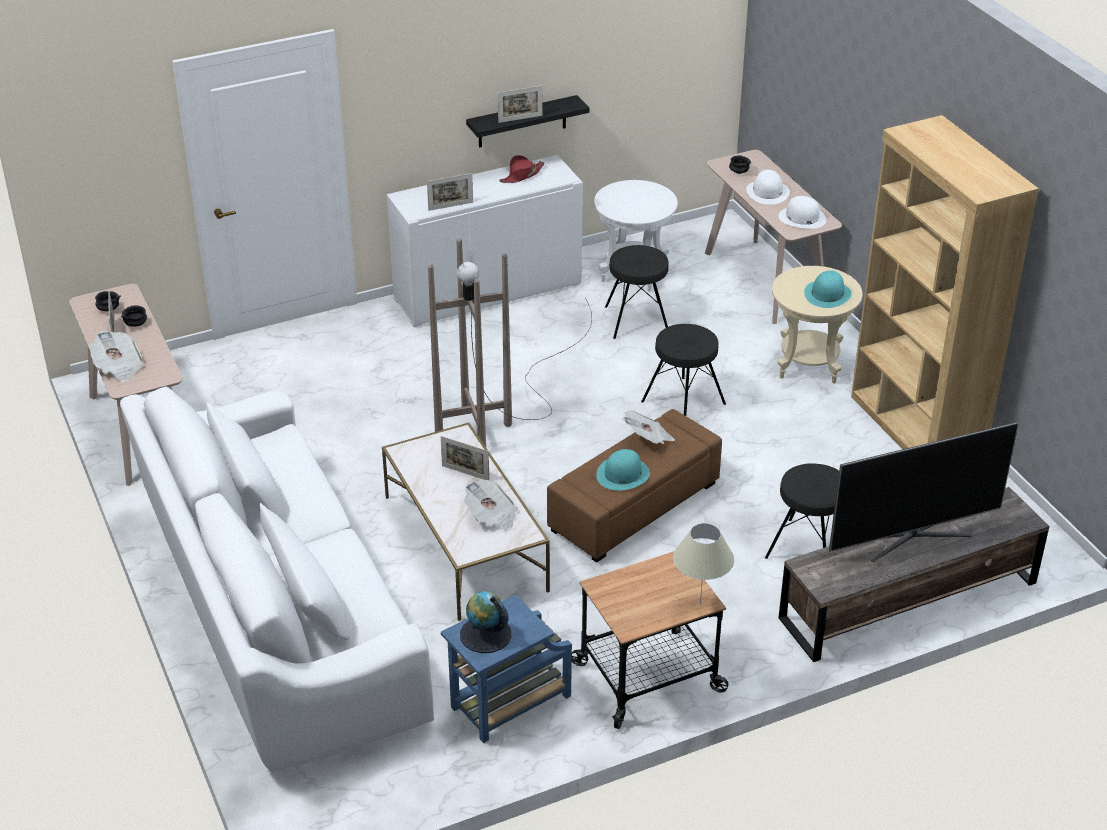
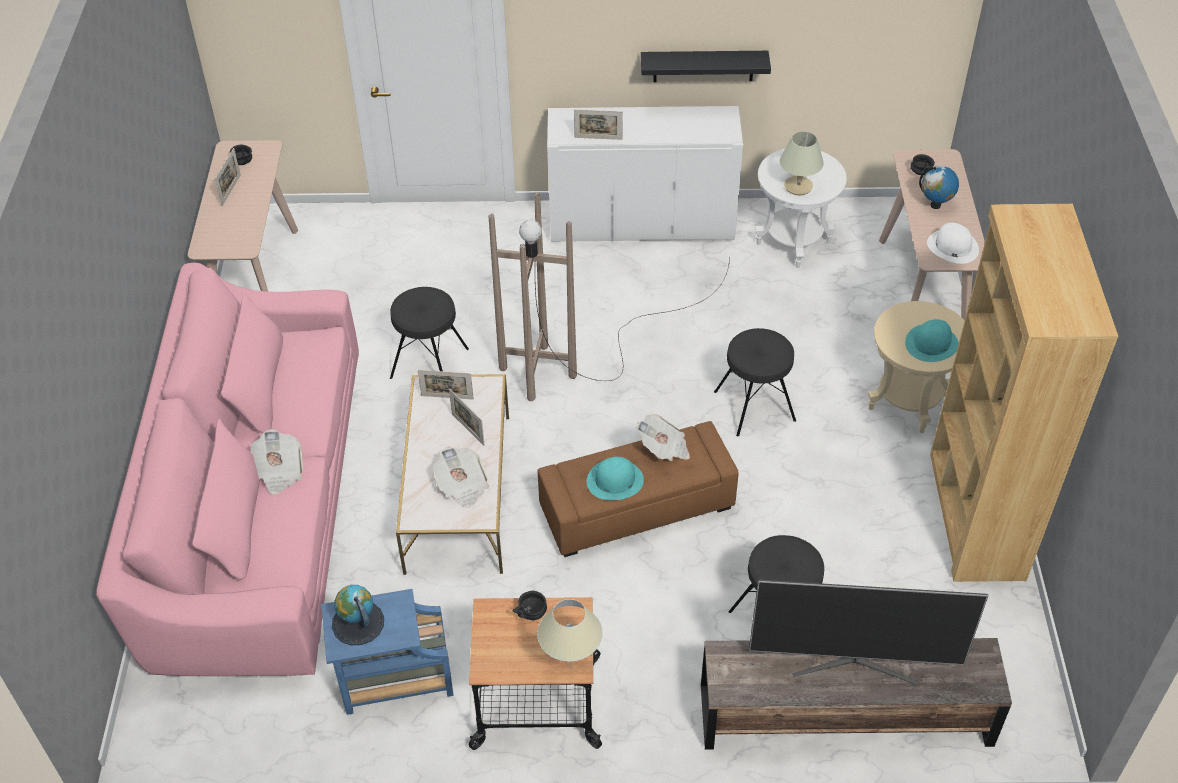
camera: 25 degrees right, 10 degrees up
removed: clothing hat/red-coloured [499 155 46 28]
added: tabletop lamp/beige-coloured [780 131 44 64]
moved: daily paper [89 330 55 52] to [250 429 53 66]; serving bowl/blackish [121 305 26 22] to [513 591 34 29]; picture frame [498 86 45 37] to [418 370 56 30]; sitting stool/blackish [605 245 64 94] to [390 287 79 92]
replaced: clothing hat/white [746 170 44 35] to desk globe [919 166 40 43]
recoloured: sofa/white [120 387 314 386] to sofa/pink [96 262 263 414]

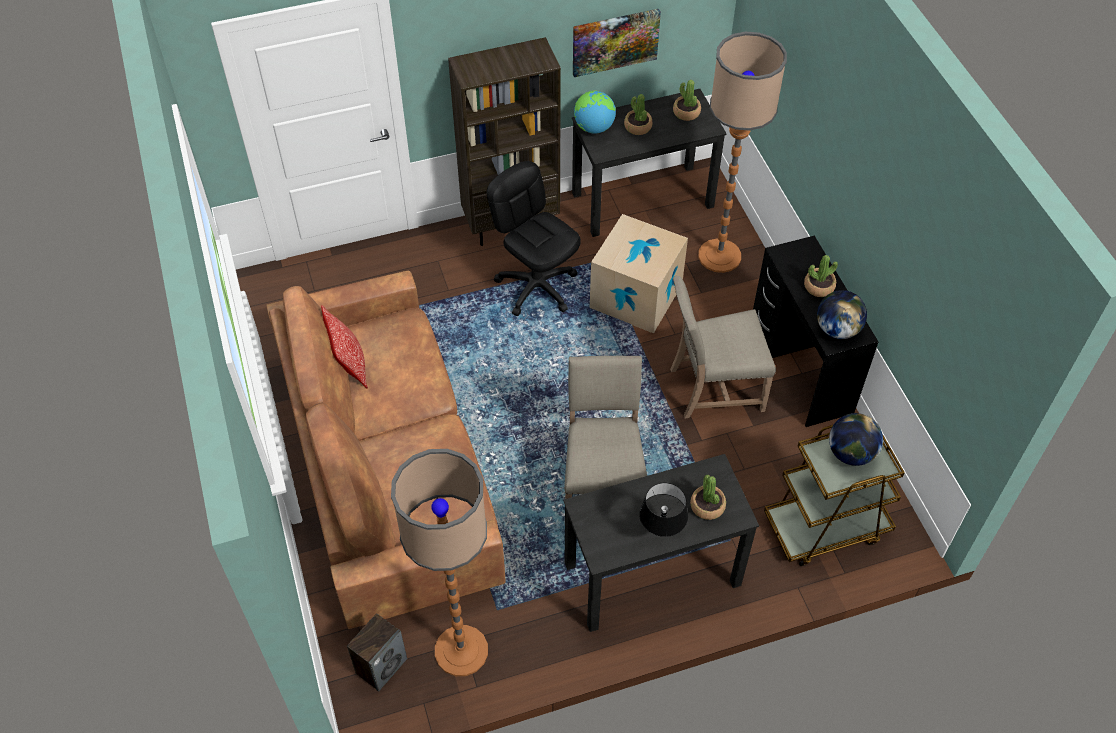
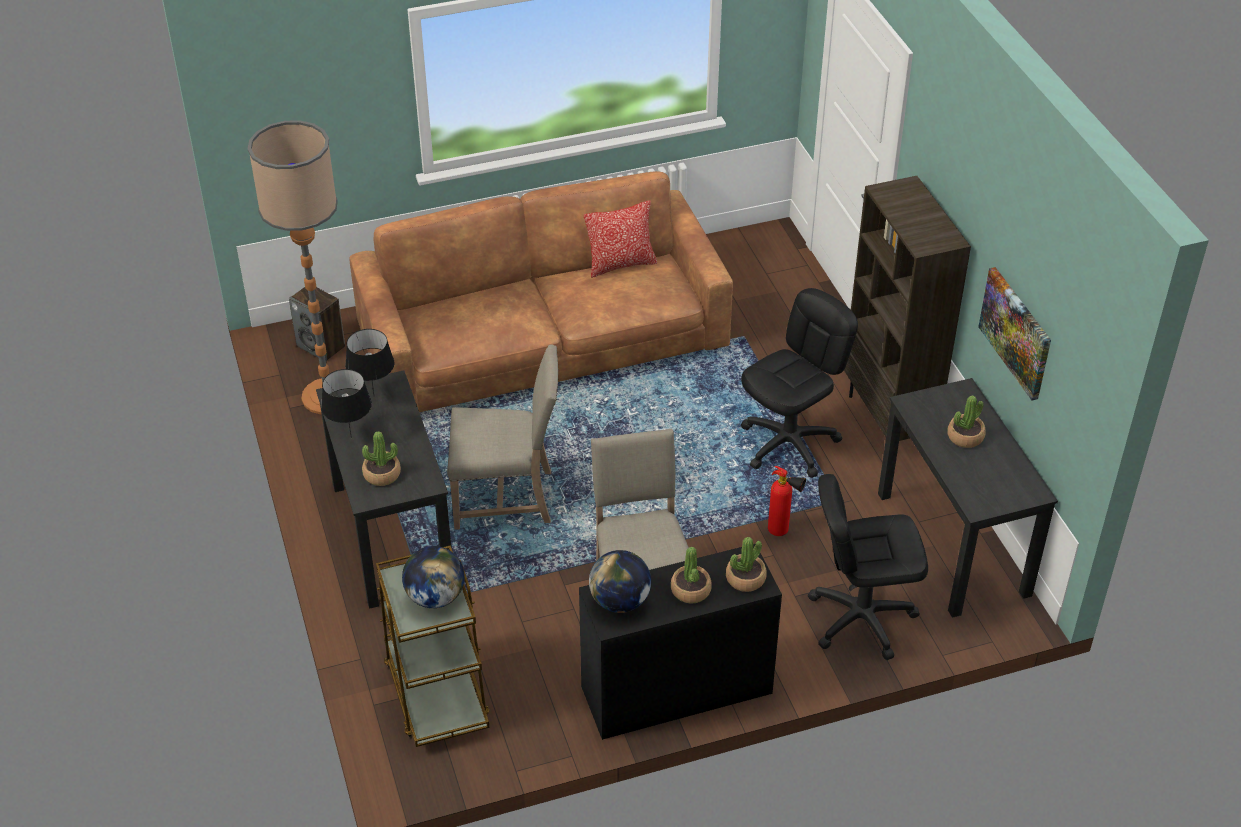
camera: 90 degrees right, 10 degrees down
removed: desk globe [574 91 42 43]
added: tabletop lamp/blackish [345 329 49 65]
moved: plant in a pot [673 80 28 41] to [726 537 41 55]
replaced: packing box [590 214 98 119] to fire extinguisher [768 466 38 70]; standing lamp [698 32 89 241] to computer chair/blackish [808 474 120 186]

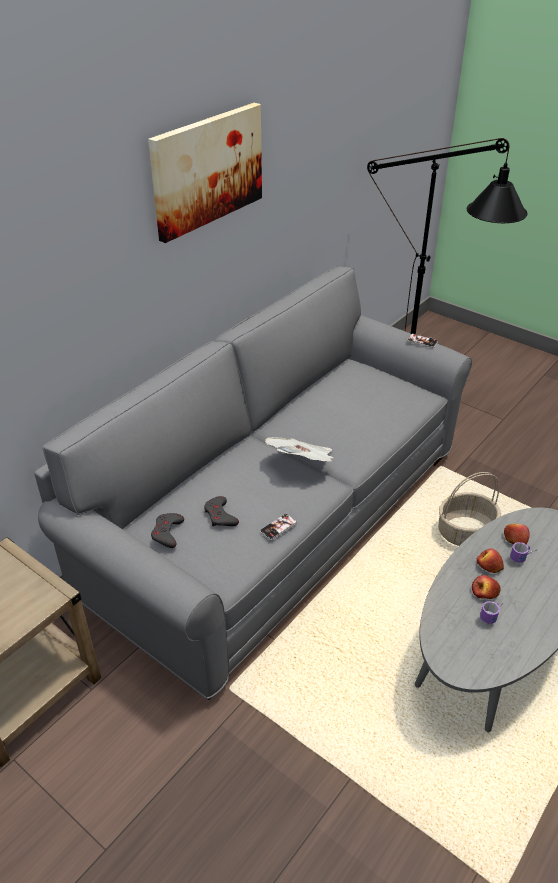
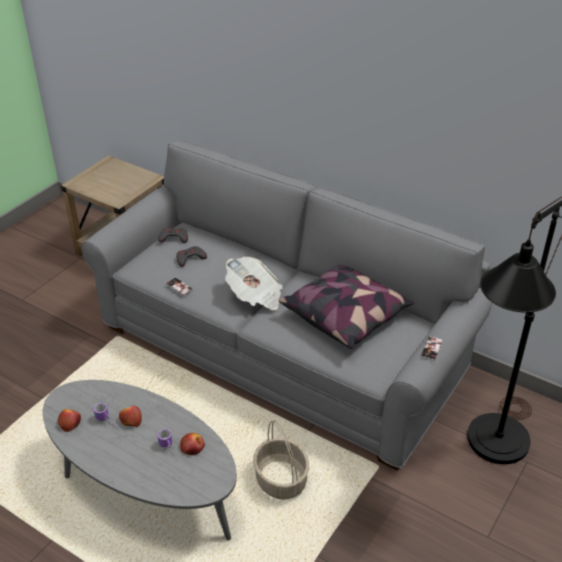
camera: 85 degrees right, 0 degrees up
removed: picture [148 103 114 140]
added: cushion [279 265 135 84]
moved: whole apple [477 548 27 25] to [58 409 23 23]

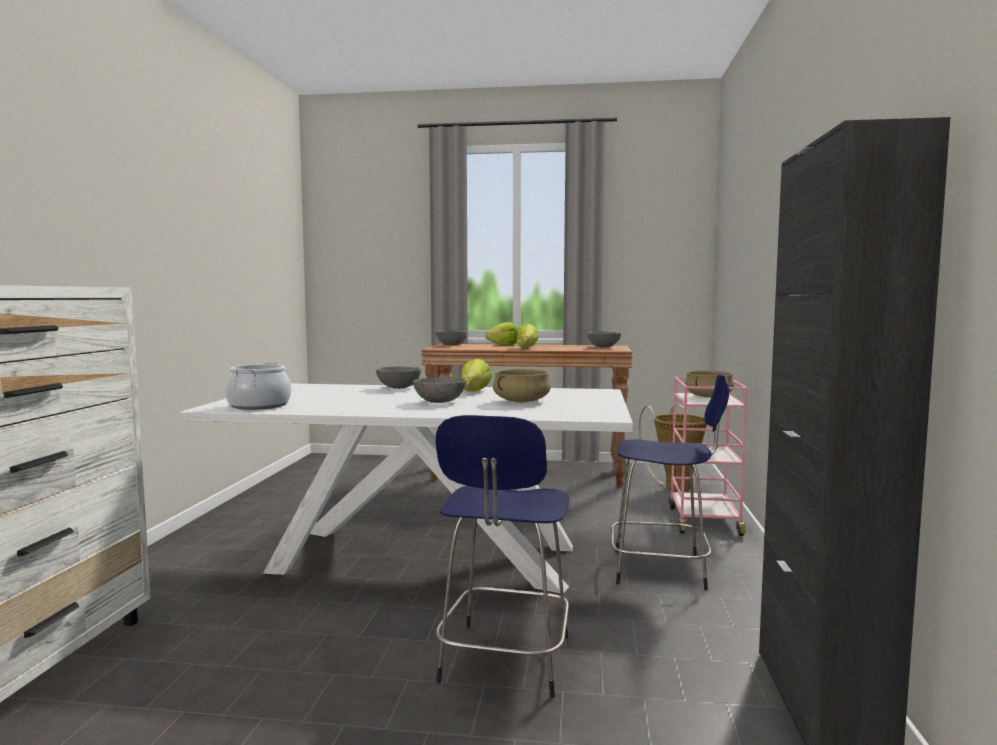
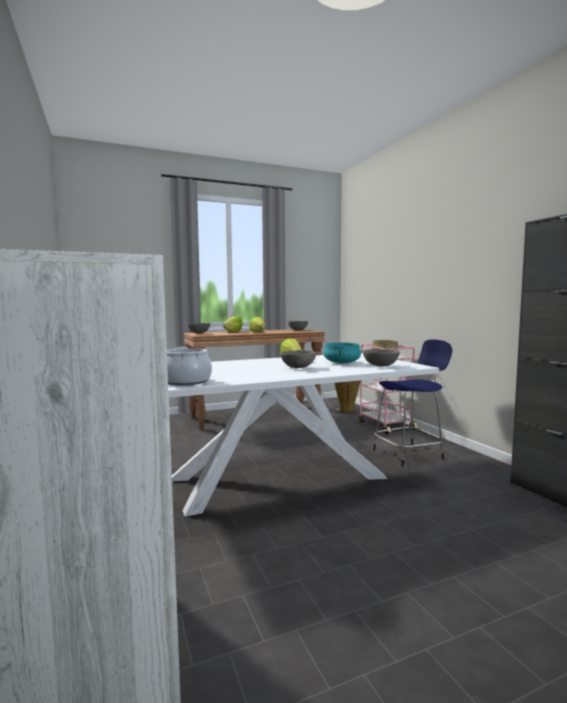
camera: 30 degrees left, 0 degrees up
removed: sitting stool/blue-coloured [436 415 134 283]
moved: serving bowl/greyish [376 366 45 23] to [363 349 37 18]
recoloured: cooking pot/beige-coloured [493 369 57 33] to cooking pot/blue-green [323 342 38 21]

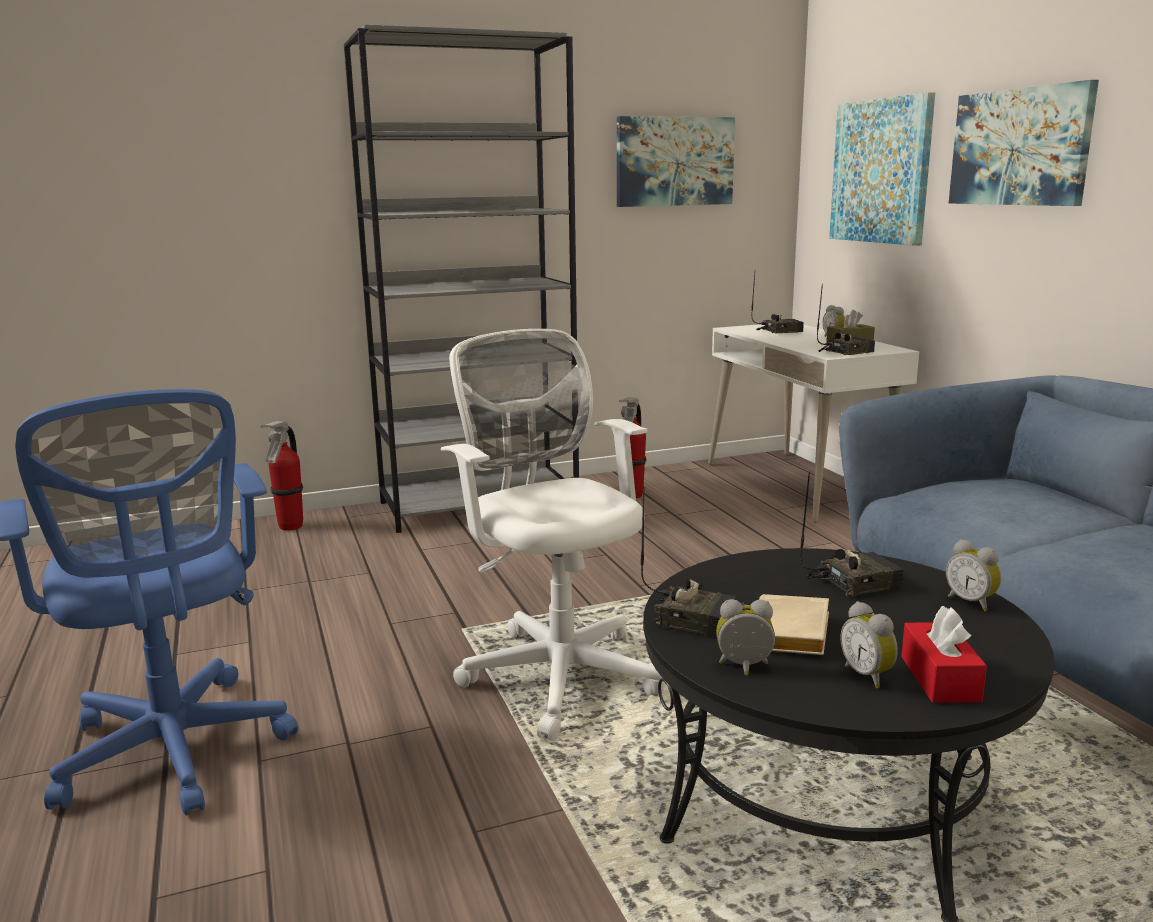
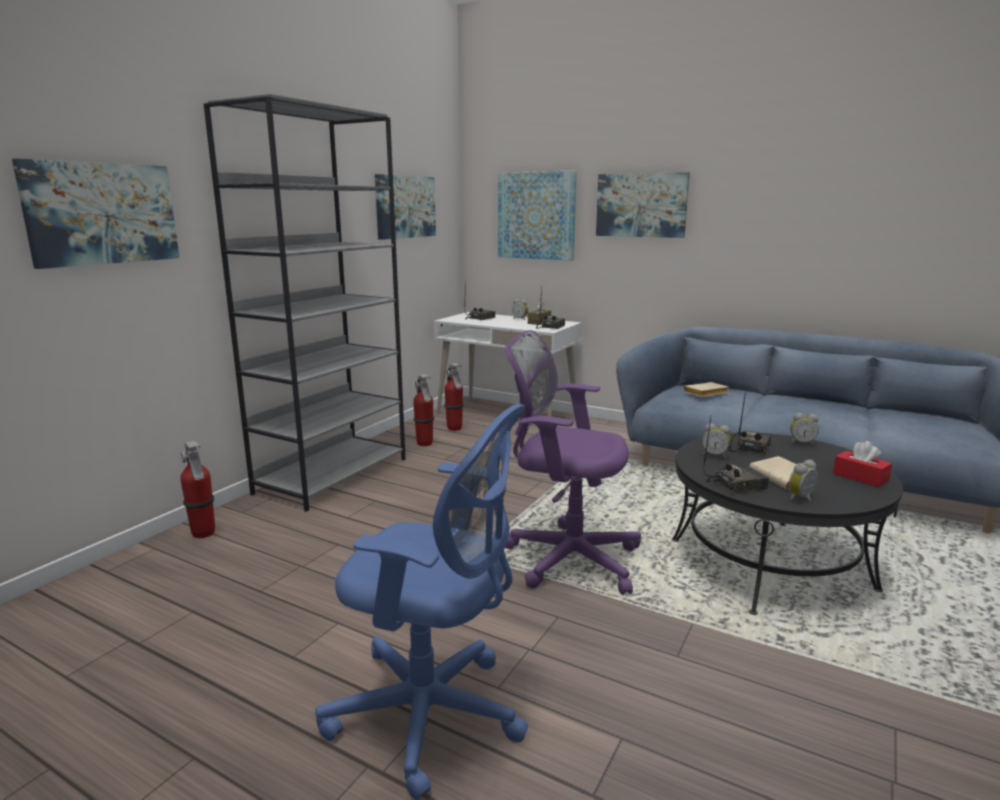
camera: 40 degrees left, 0 degrees up
added: picture [12 159 167 110]; fire extinguisher [444 363 20 68]; bound book/beige-coloured [684 382 45 15]
moved: bedside clock [841 601 57 87] to [702 423 29 36]
recoloured: computer chair/white [441 329 223 412] to computer chair/purple [505 330 136 265]

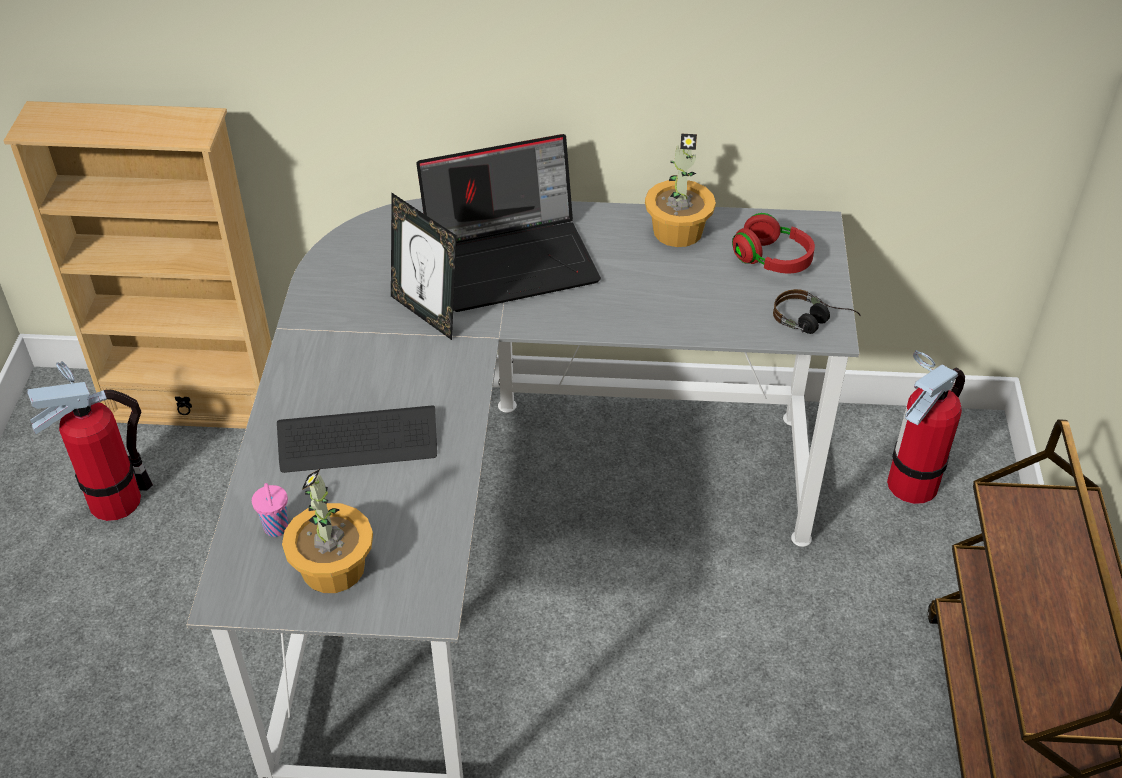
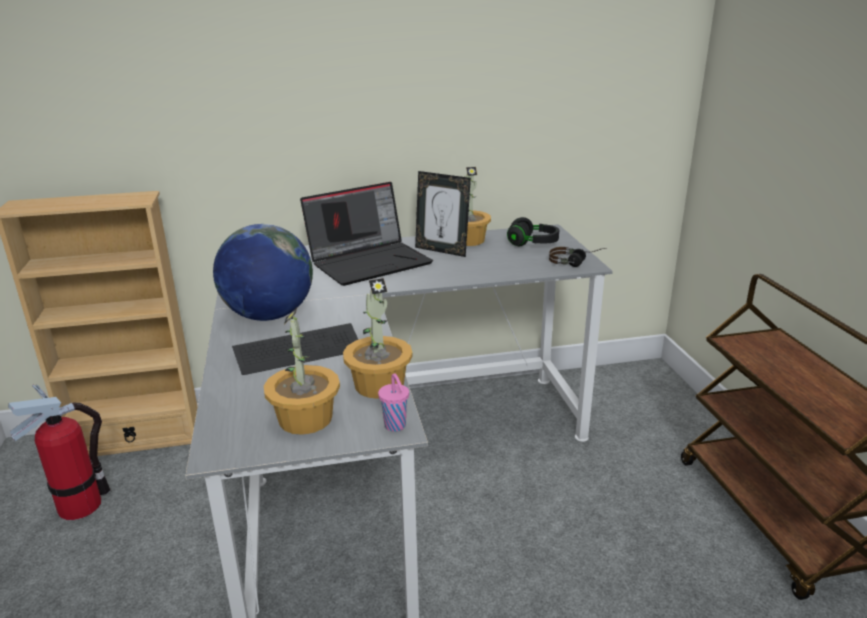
camera: 15 degrees left, 20 degrees down
removed: fire extinguisher [887 350 78 154]
added: desk globe [213 224 100 97]; plant in a pot [343 278 70 121]
moved: small cup/pink [252 483 36 54] to [378 373 31 59]; picture frame [391 193 66 147] to [415 171 56 86]
recoloured: headset/red-coloured [732 213 83 60] to headset/blackish [507 217 52 29]

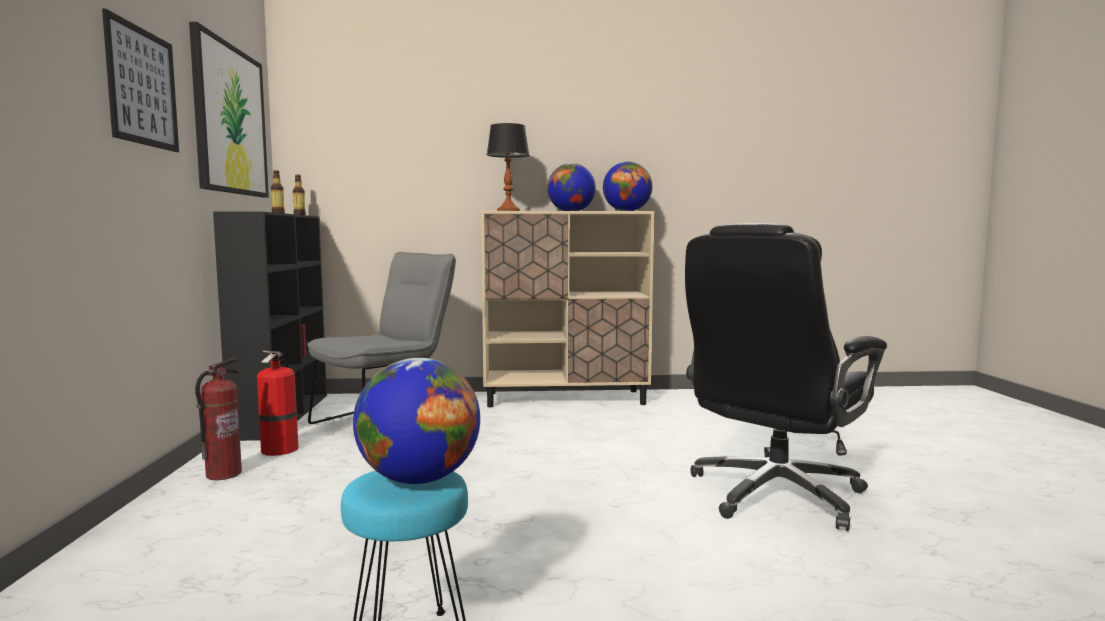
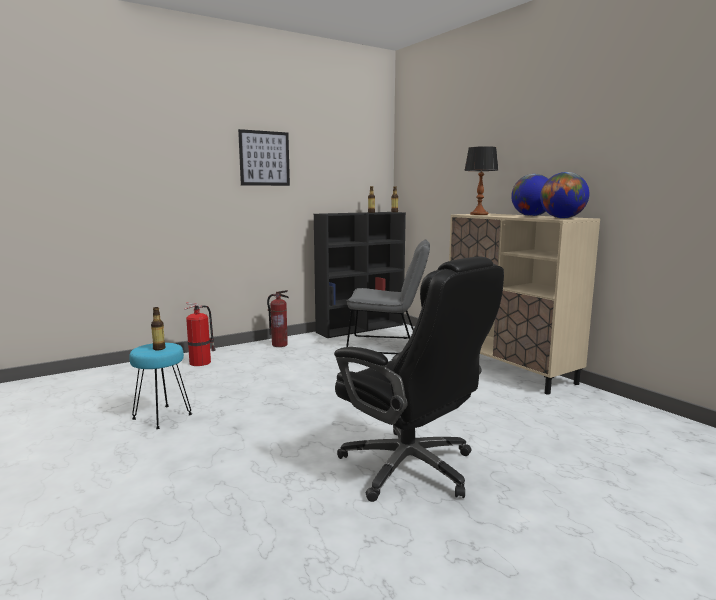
camera: 60 degrees right, 5 degrees up
removed: picture [189 22 80 175]
moved: fire extinguisher [257 351 41 105] to [184 303 32 63]
replaced: desk globe [353 358 127 126] to bottle [151 307 15 43]
turned: computer chair/blackish [685 223 202 308] = [334 257 170 245] 150 degrees counterclockwise

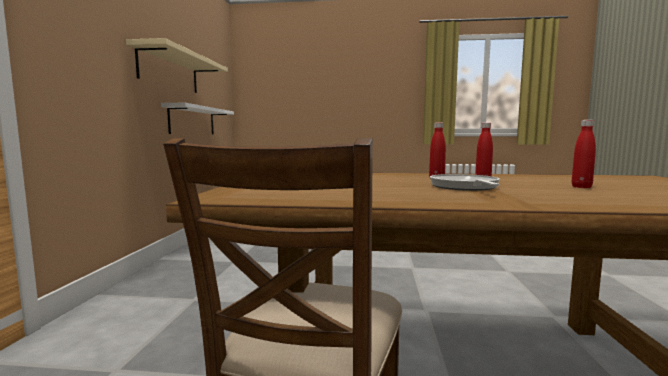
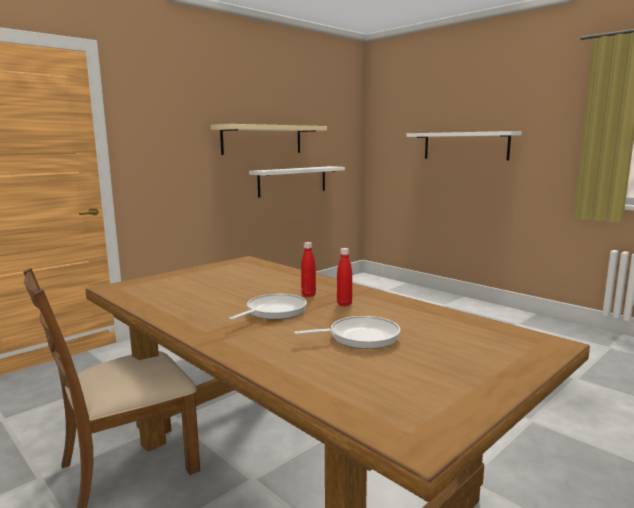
camera: 40 degrees right, 5 degrees up
added: shelf/white [406 131 116 30]
replaced: bottle/red-coloured [572 120 24 68] to frying pan [294 316 106 33]

